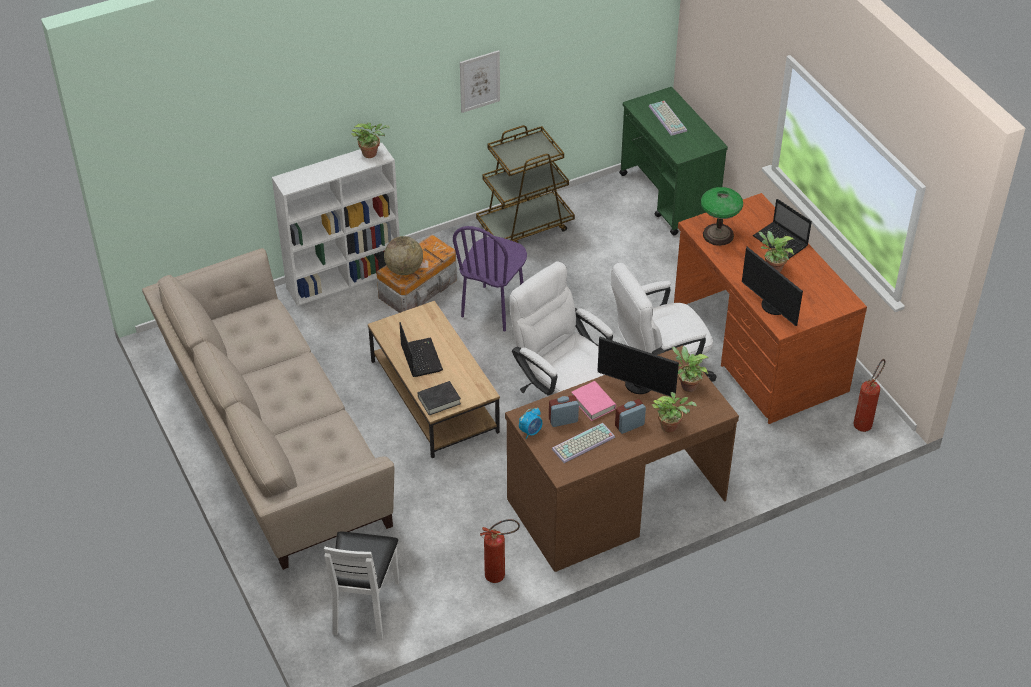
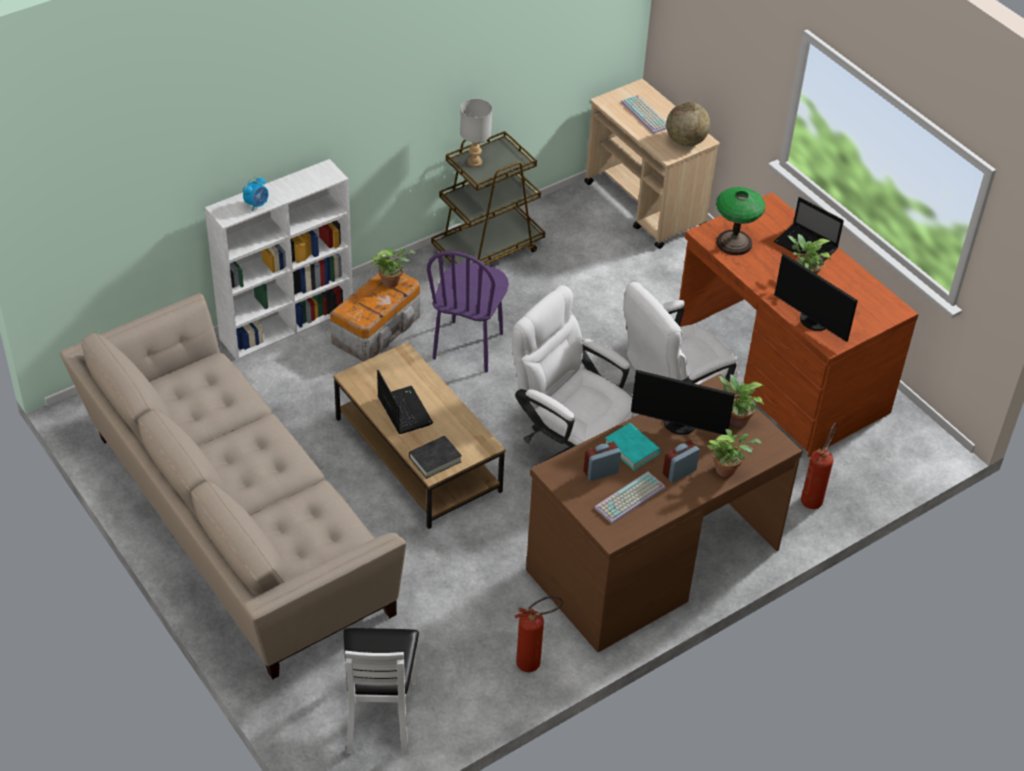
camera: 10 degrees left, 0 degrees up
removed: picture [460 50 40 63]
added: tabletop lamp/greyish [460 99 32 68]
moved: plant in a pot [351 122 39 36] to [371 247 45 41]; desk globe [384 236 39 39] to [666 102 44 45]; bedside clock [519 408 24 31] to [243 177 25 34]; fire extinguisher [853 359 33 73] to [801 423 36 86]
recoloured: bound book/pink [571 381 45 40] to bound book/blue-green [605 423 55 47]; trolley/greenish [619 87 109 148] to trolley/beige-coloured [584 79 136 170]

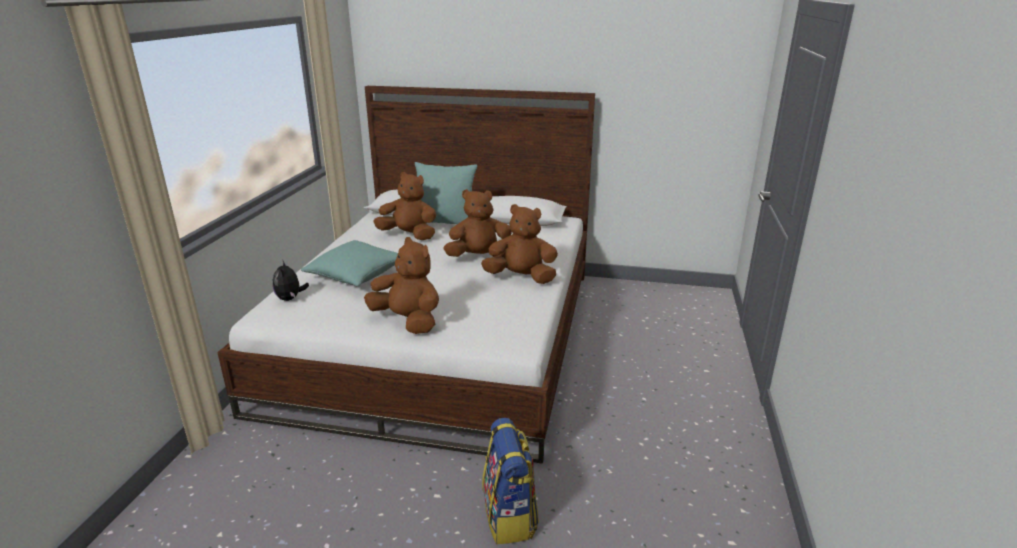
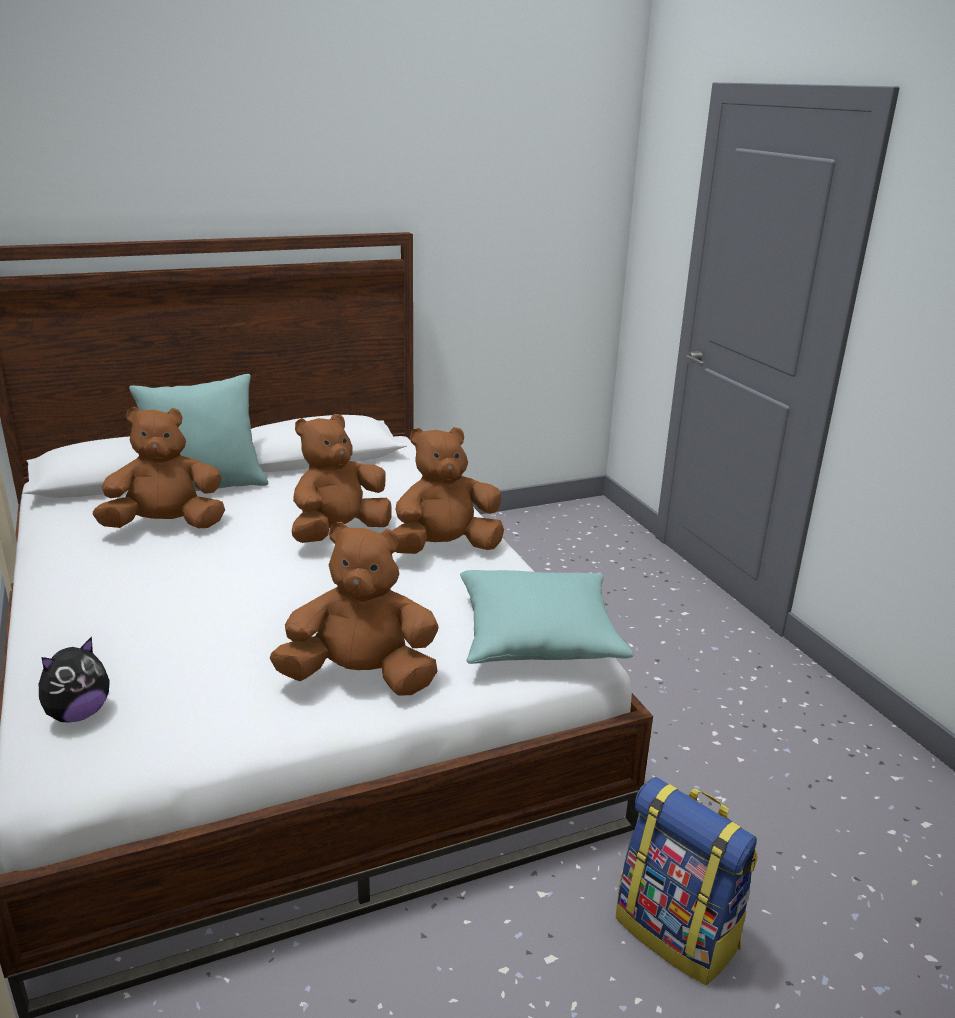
camera: 35 degrees left, 0 degrees up
moved: cushion/blue-green [301 240 97 46] to [460 570 173 94]
turned: soft toy [273 261 36 40] = [39 637 71 86] 90 degrees counterclockwise

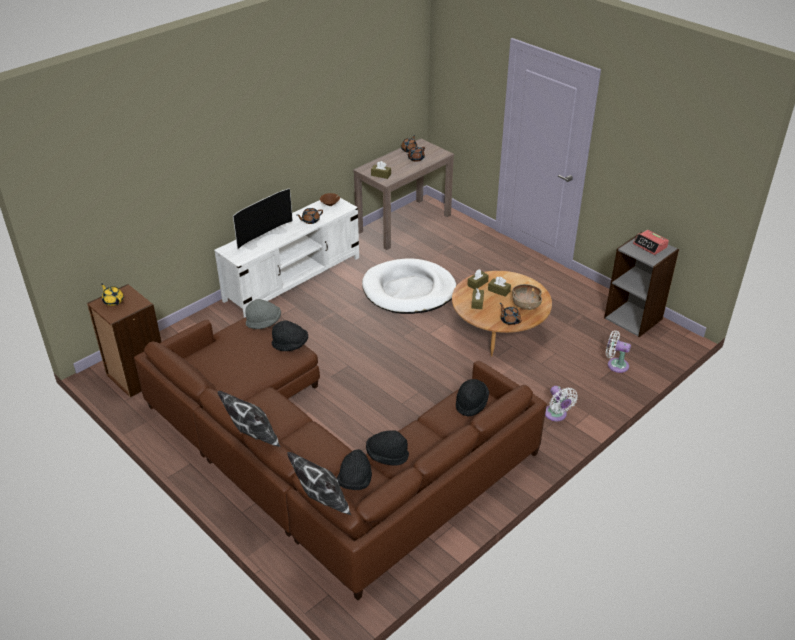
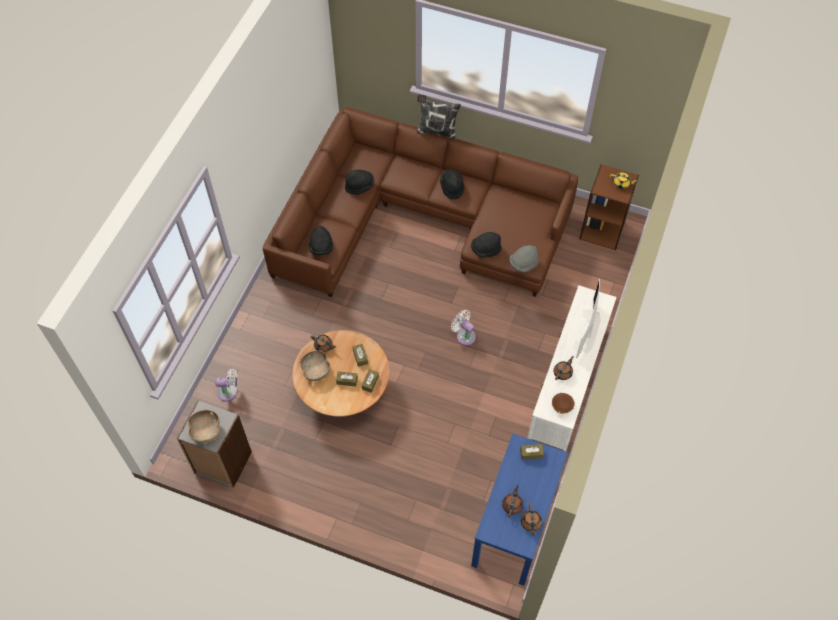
camera: 155 degrees right, 20 degrees up
removed: cushion [287 452 64 63]; dog cushion/white [362 258 94 56]
moved: clothing hat/blackish [337 449 35 41] to [440 169 24 30]; fan/white [545 386 33 35] to [451 310 25 36]
replaced: bedside clock [633 230 36 25] to serving bowl/brownish [188 410 32 33]
recoloured: narrow table/brownish [353 139 101 111] to narrow table/blue-coloured [471 434 97 152]

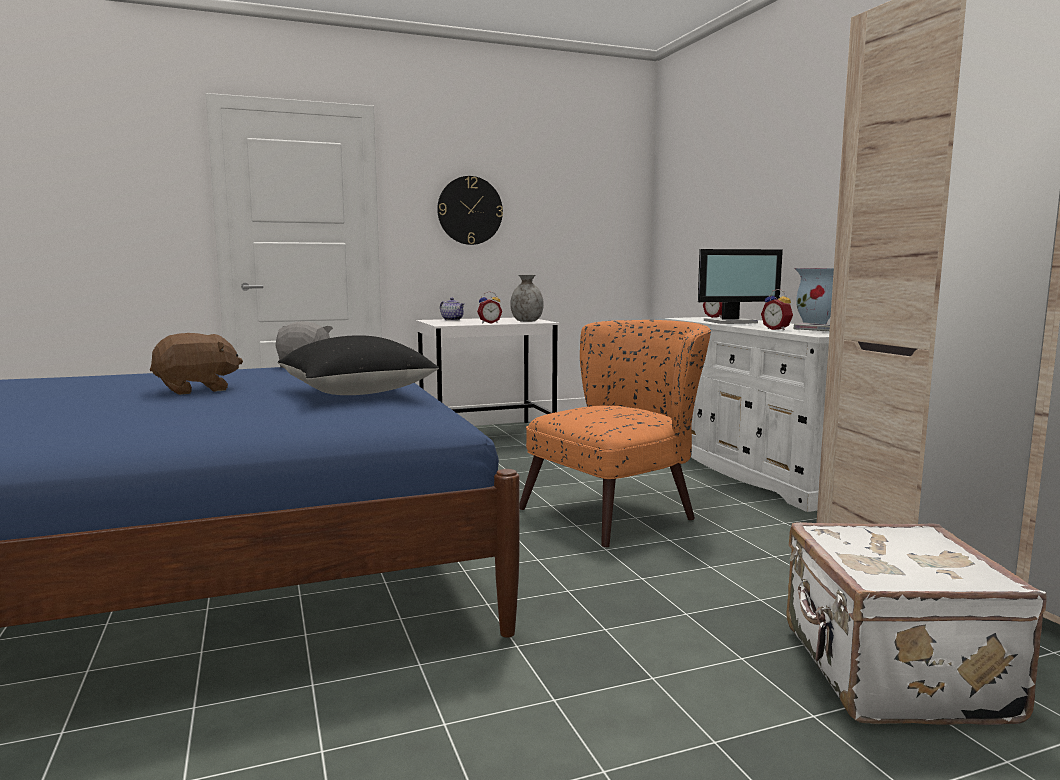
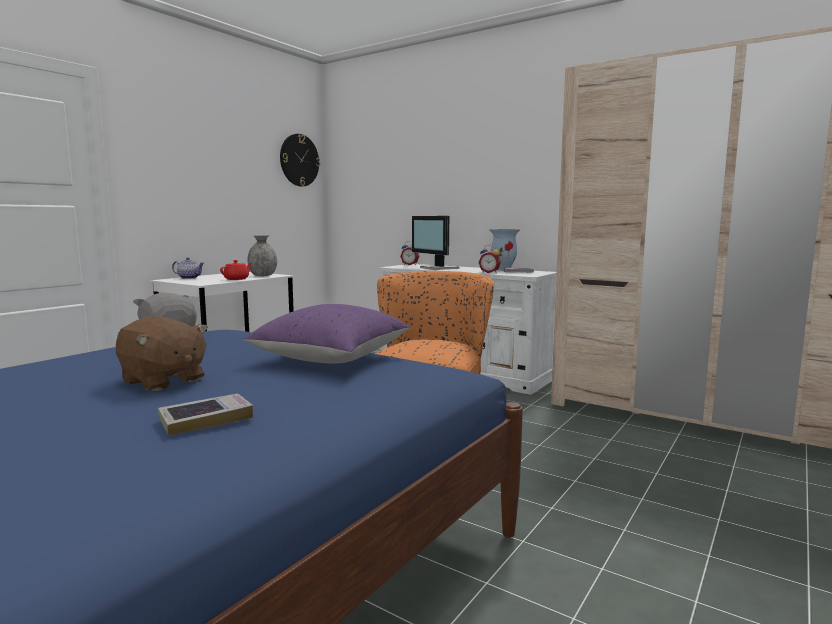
camera: 35 degrees left, 0 degrees up
removed: travel case/white [786 522 261 203]
added: bound book [158 393 95 43]
moved: clock on the wall [437 176 66 69] to [280 134 40 52]
replaced: bedside clock [477 291 25 33] to teapot/red-coloured [220 260 32 20]
recoloured: cushion/blackish [278 335 161 60] to cushion/purple [243 304 167 60]
turned: soft toy/brownish [150 333 93 62] = [116 316 92 75] 105 degrees clockwise; computer screen [698 249 85 75] = [412 216 47 54] 105 degrees clockwise

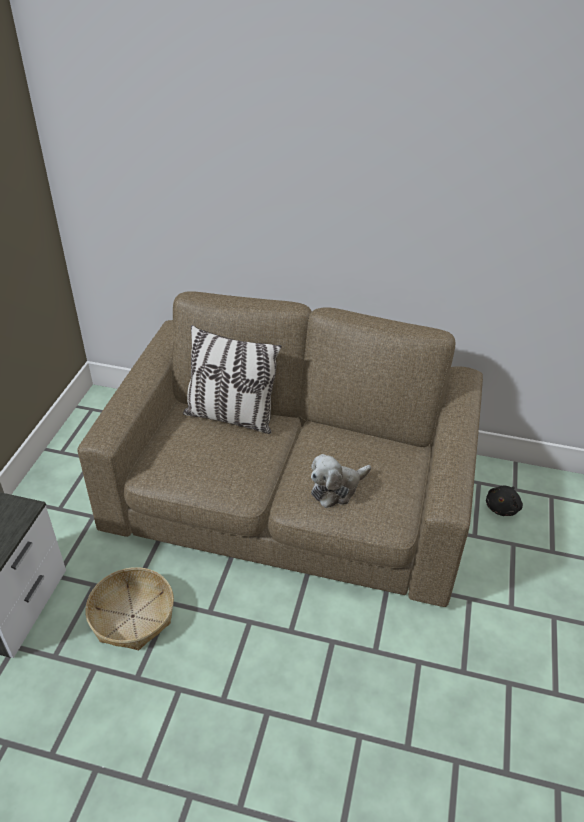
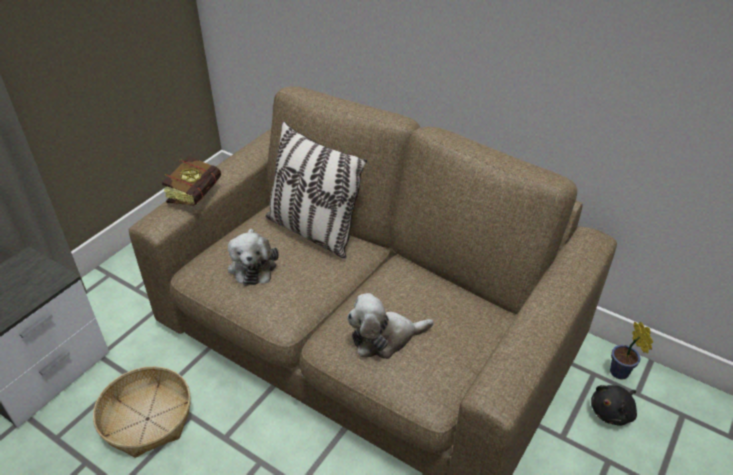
camera: 20 degrees right, 0 degrees up
added: bound book [162 156 59 50]; soft toy [228 229 51 57]; plant in a pot [610 322 43 58]

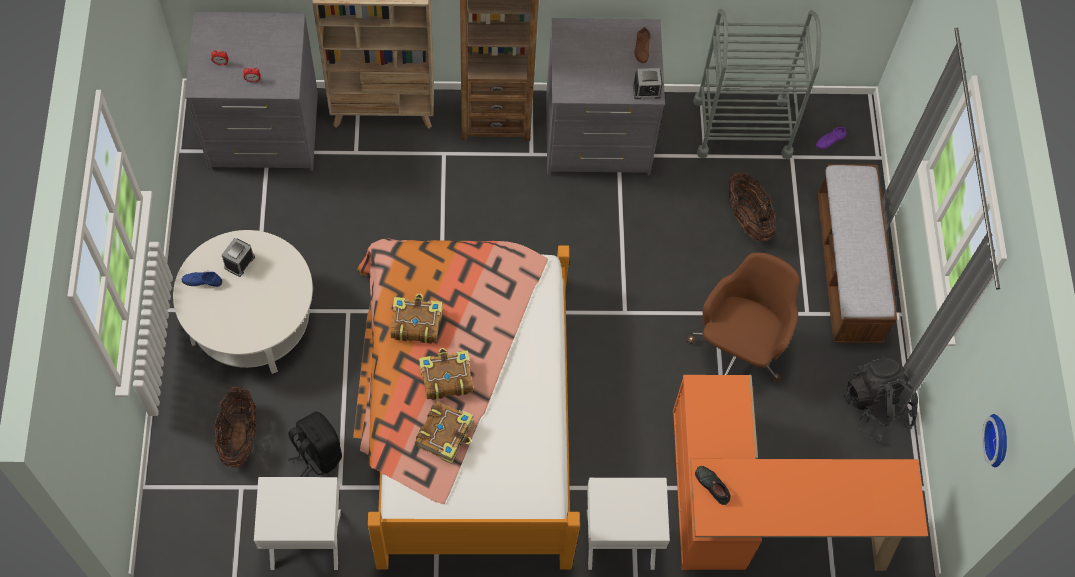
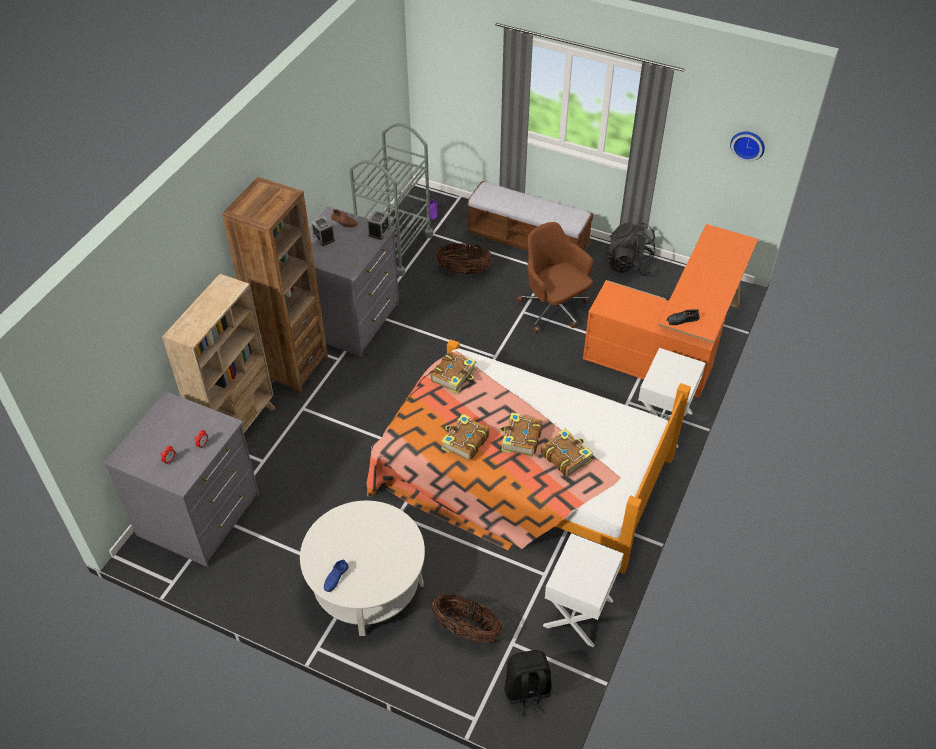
camera: 60 degrees left, 15 degrees down
added: bound book [431 351 45 43]
moved: bedside clock [222 238 33 39] to [311 216 24 30]; rucksack/blackish [288 411 54 66] to [504 650 47 67]

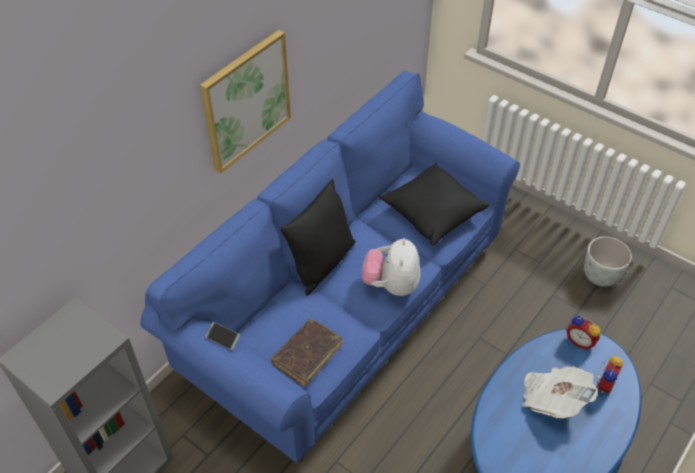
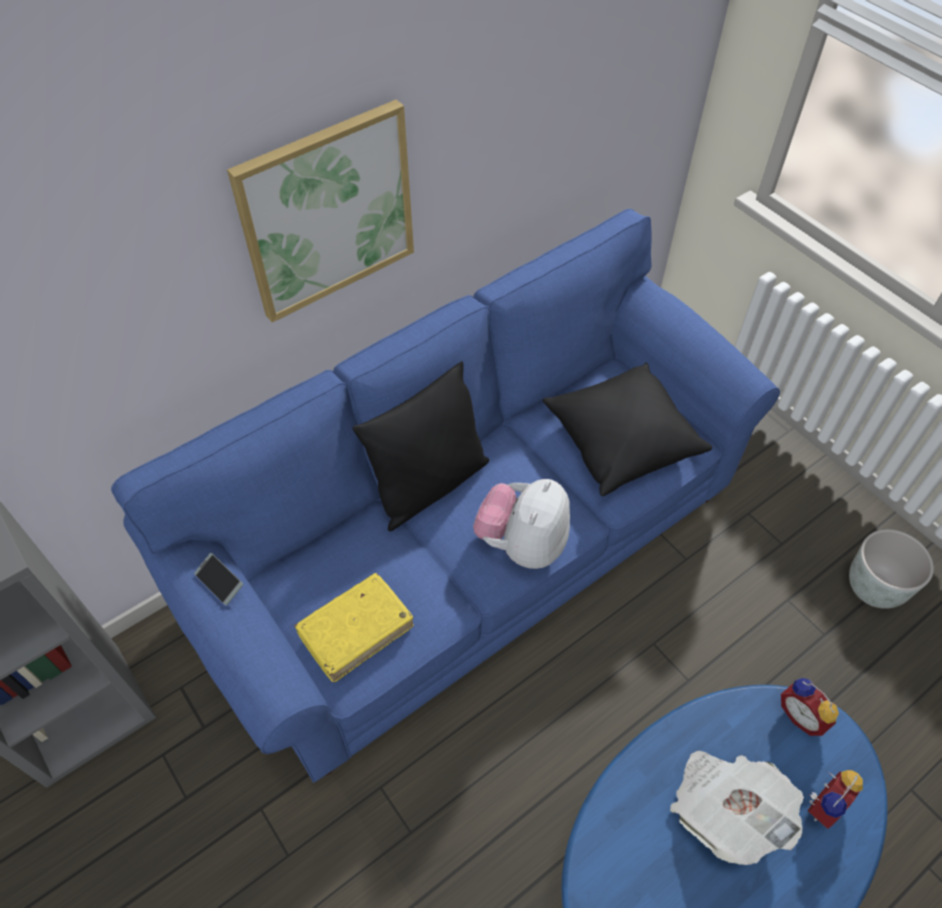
camera: 15 degrees right, 5 degrees up
recoloured: bound book/brownish [271 319 71 68] to bound book/yellowish [294 573 119 109]

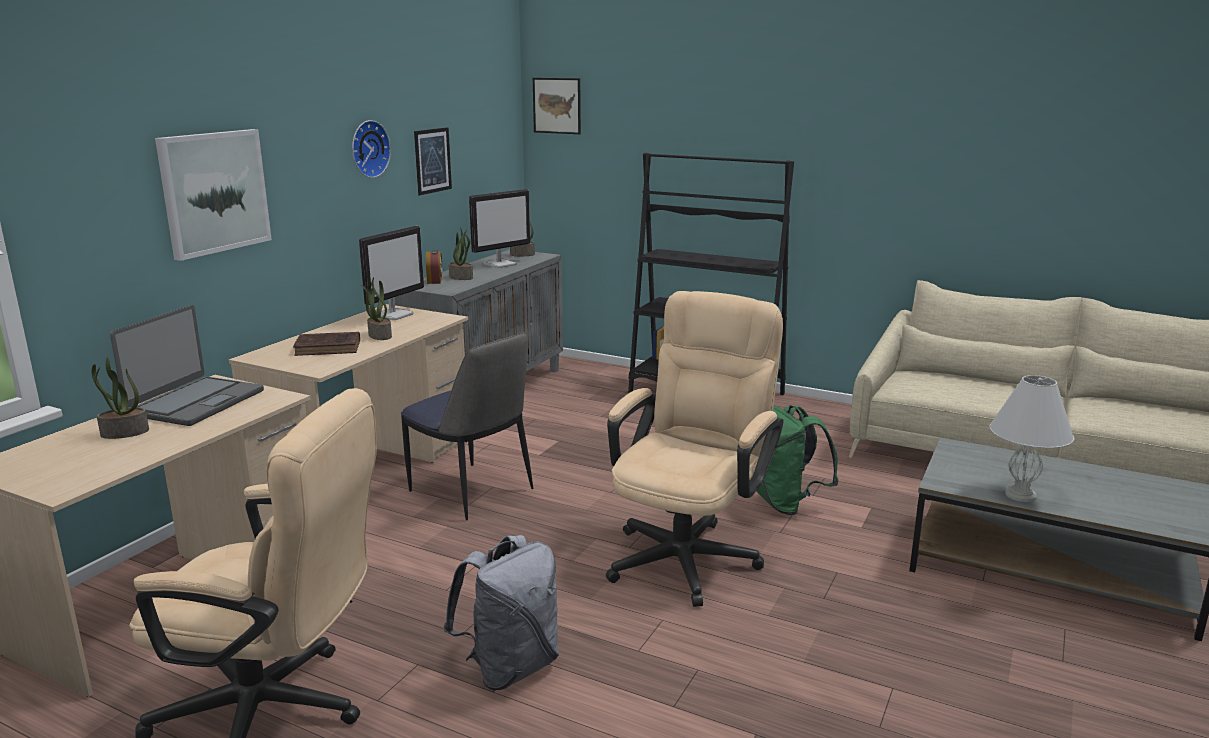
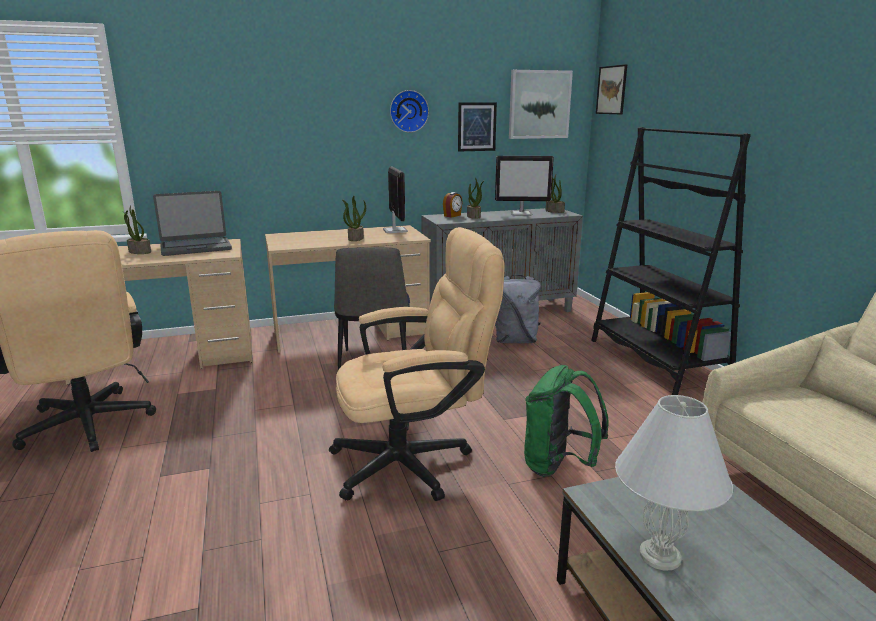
camera: 45 degrees right, 0 degrees up
removed: bound book/brownish [293 332 67 24]
moved: picture [155 129 117 132] to [509 70 64 69]; rucksack/greyish [444 535 115 155] to [495 275 46 68]
turned: computer screen [359 226 65 94] = [383 166 25 67] 90 degrees counterclockwise

